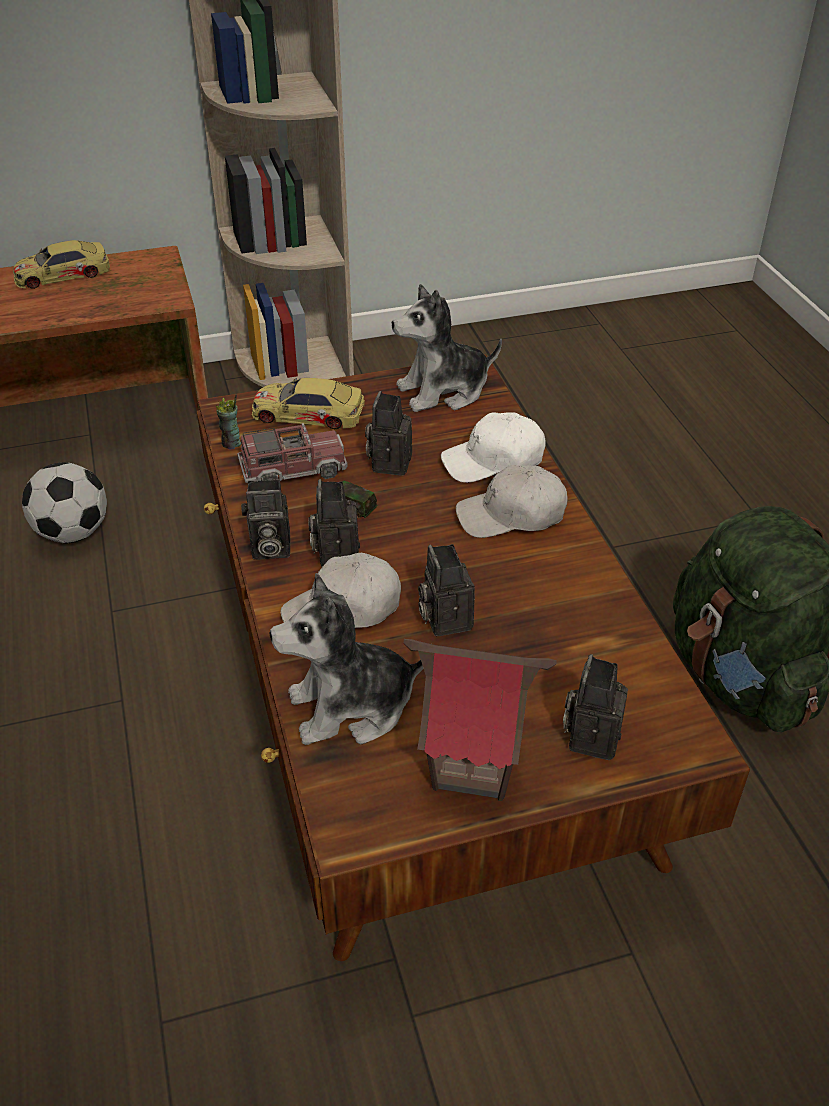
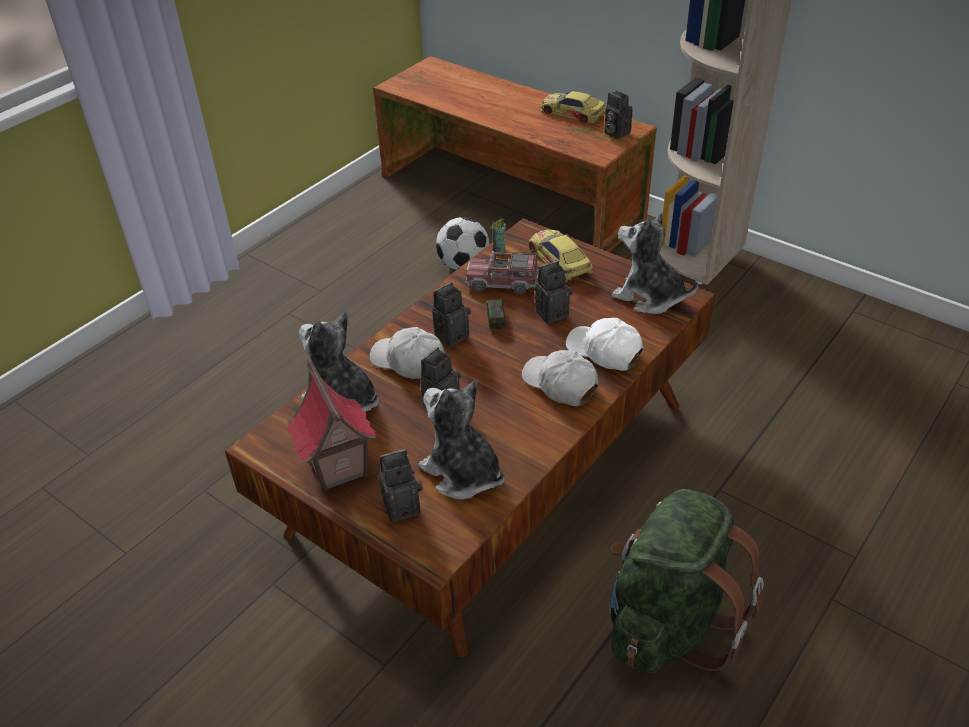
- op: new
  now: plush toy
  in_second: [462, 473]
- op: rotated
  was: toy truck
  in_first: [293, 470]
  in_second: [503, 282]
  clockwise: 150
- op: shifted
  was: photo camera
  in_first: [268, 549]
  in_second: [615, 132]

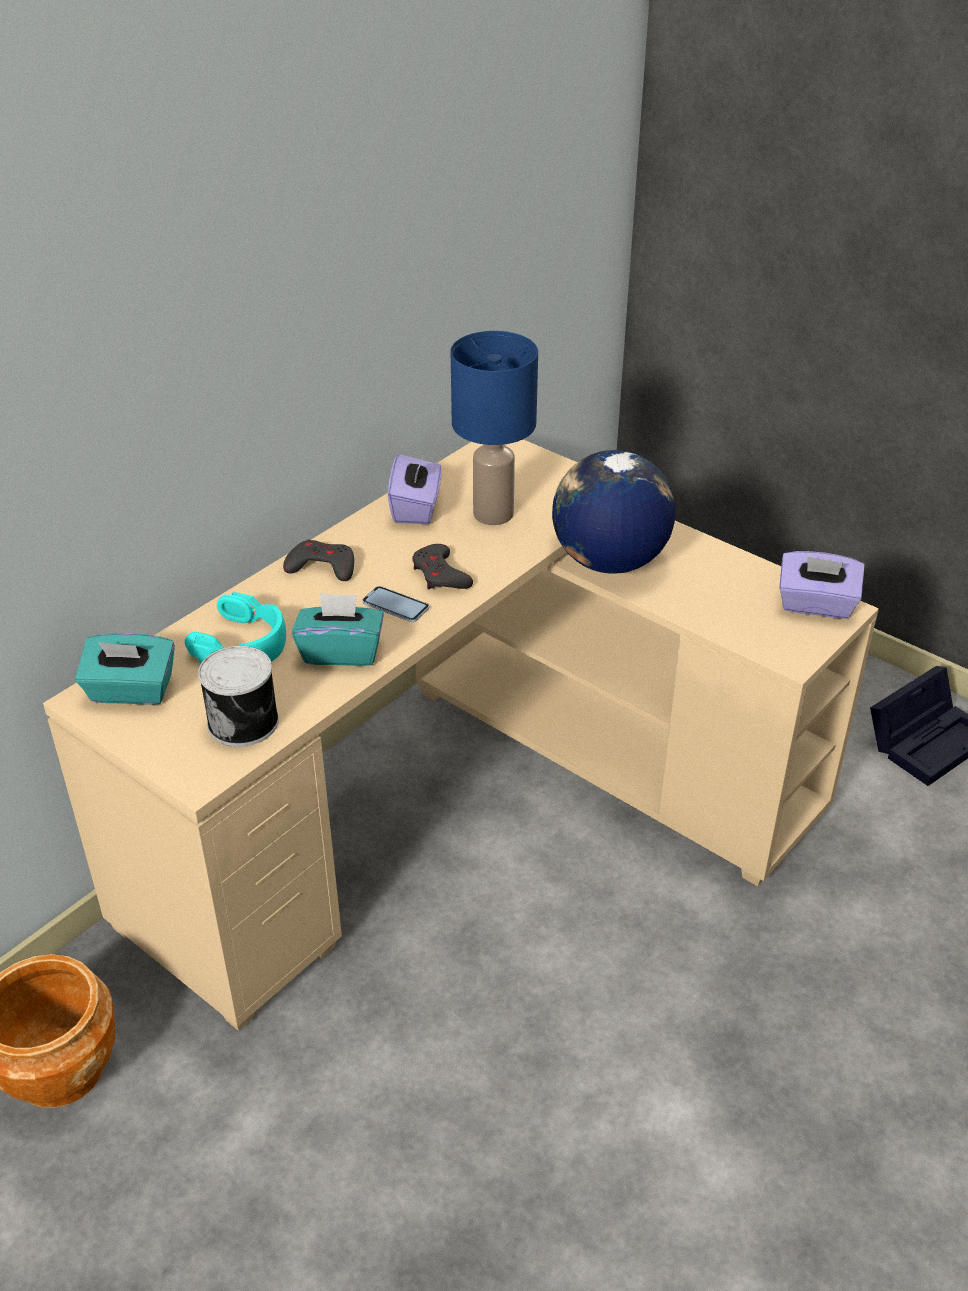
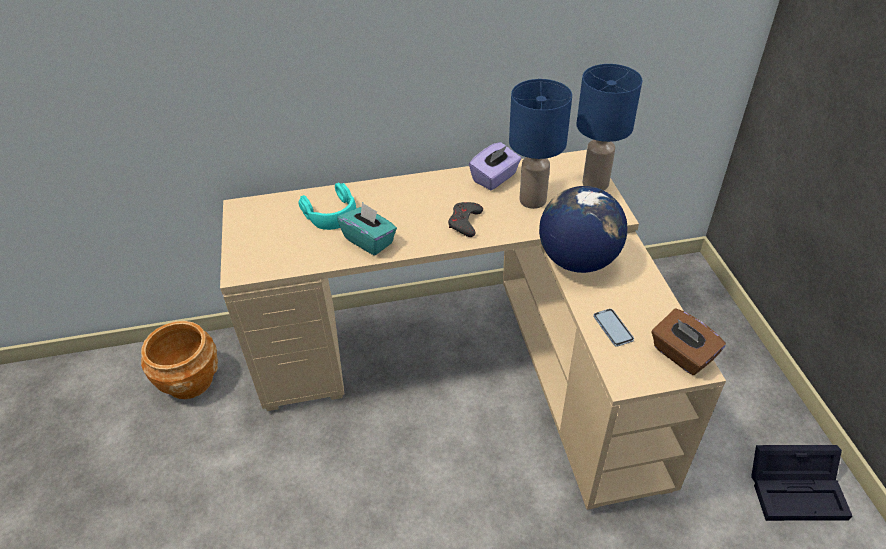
- op: new
  now: table lamp in blue
  in_second: [596, 183]
- op: shifted
  was: phone
  in_first: [395, 606]
  in_second: [613, 328]
- op: repainted
  was: tissue box in purple
  now: tissue box in brown
  in_first: [816, 605]
  in_second: [681, 355]
- op: gone
  was: tissue box in turquoise
  in_first: [131, 691]
- op: gone
  was: can
  in_first: [245, 721]
- op: gone
  was: game controller in grey
  in_first: [322, 566]

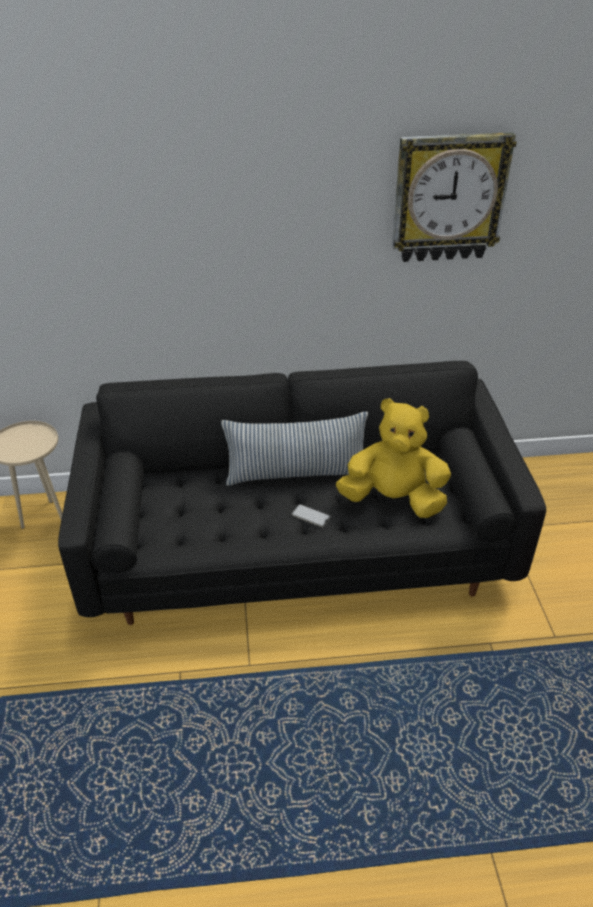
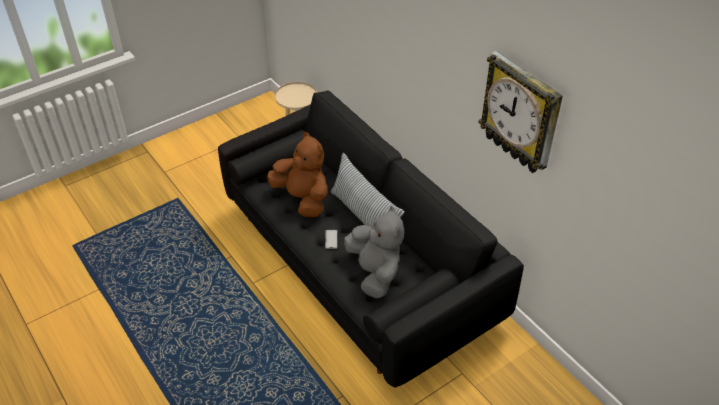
- op: new
  now: plush toy in brown
  in_second: [302, 199]
- op: repainted
  was: plush toy in yellow
  now: plush toy in grey
  in_first: [393, 500]
  in_second: [375, 273]

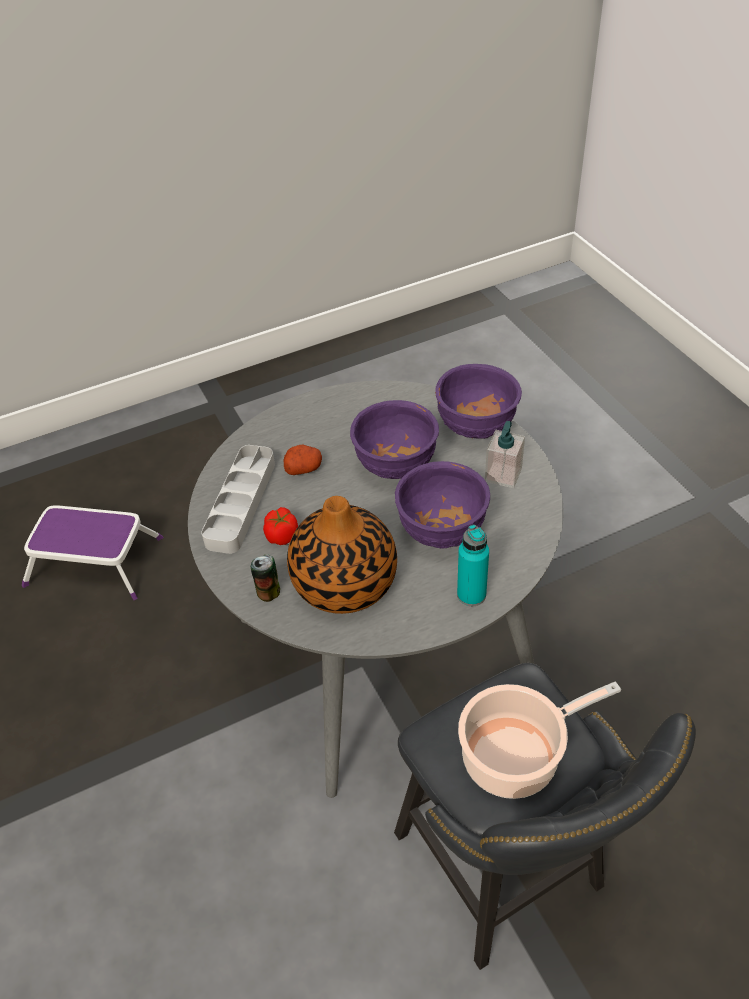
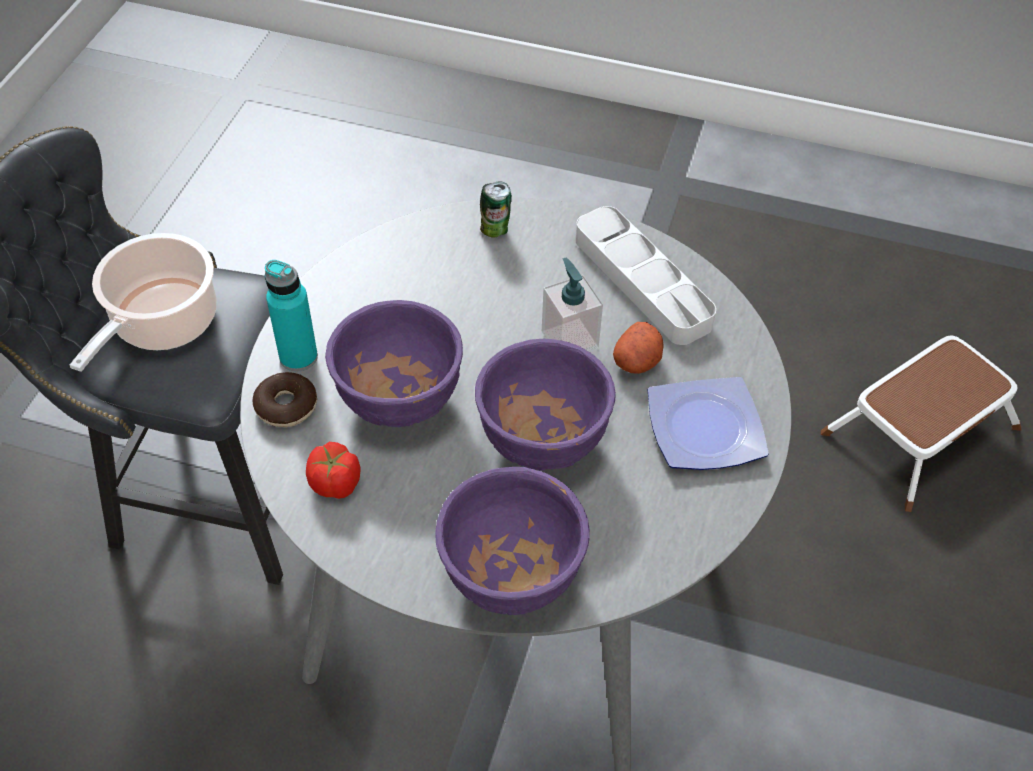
- op: new
  now: donut
  in_second: [286, 406]
- op: shifted
  was: tomato
  in_first: [282, 535]
  in_second: [335, 483]
- op: shifted
  was: soap dispenser
  in_first: [503, 475]
  in_second: [569, 339]
- op: new
  now: plate
  in_second: [702, 427]
- op: repainted
  was: step ladder in purple
  now: step ladder in brown
  in_first: [94, 560]
  in_second: [921, 431]
- op: gone
  was: vase
  in_first: [345, 582]

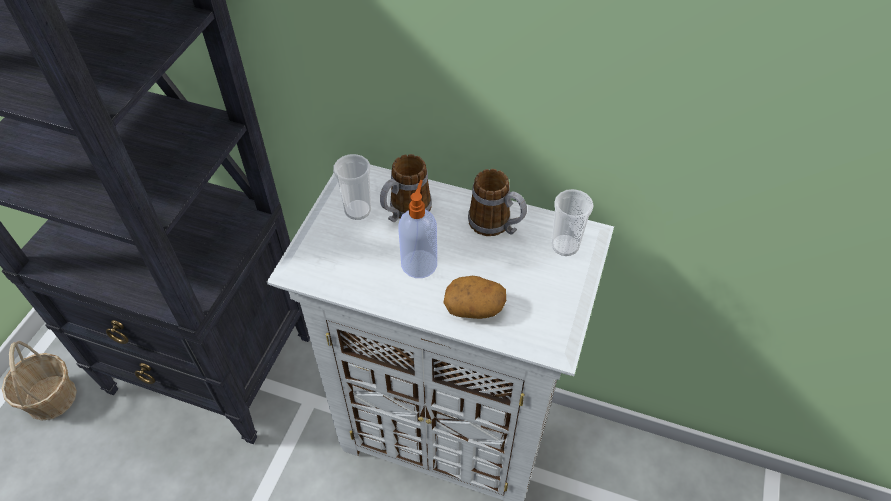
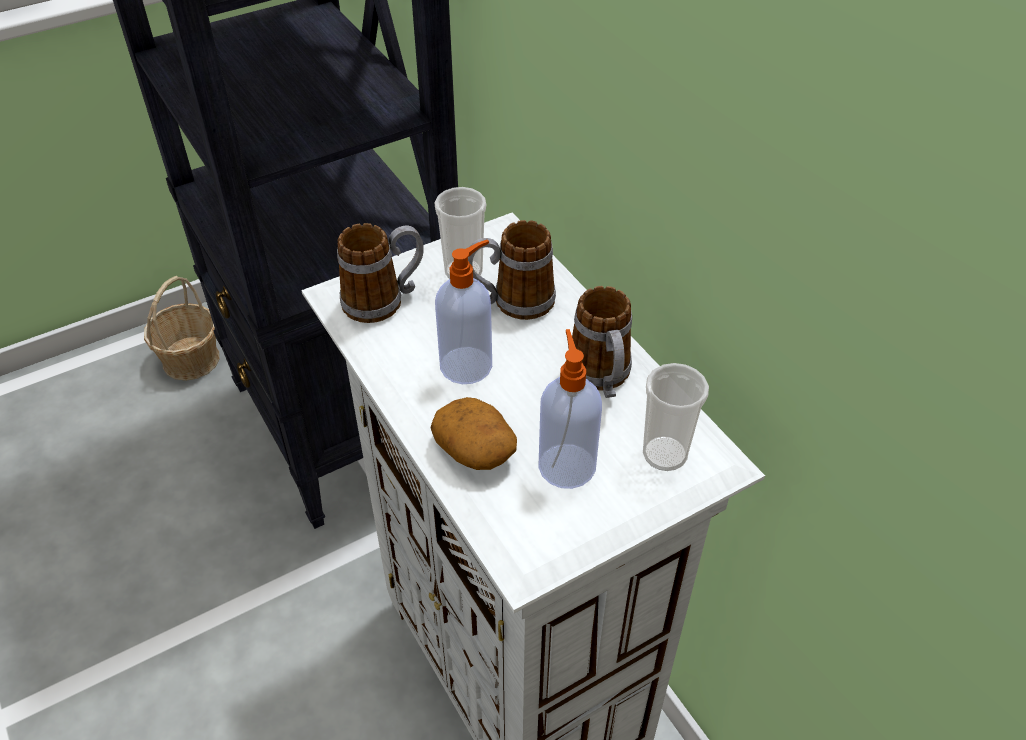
- op: new
  now: mug
  in_second: [384, 300]
- op: new
  now: soap dispenser
  in_second: [566, 464]

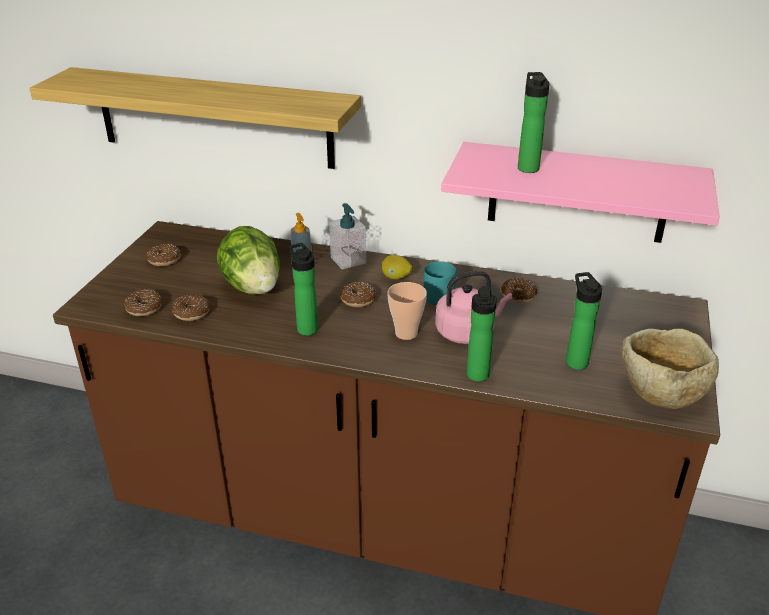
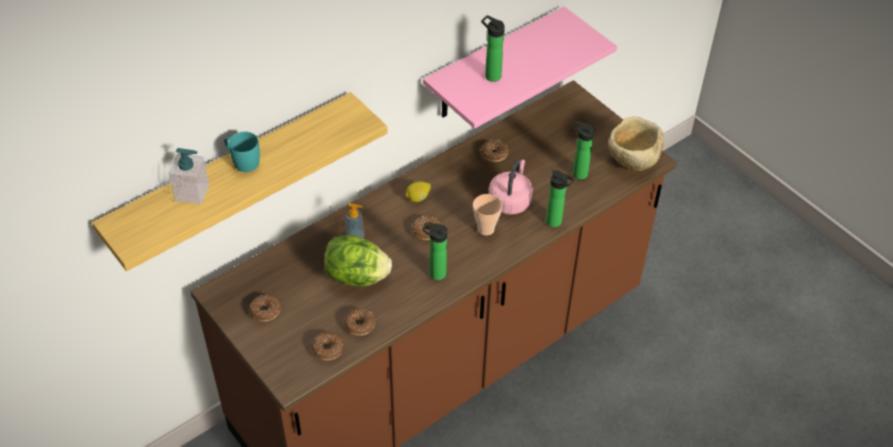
- op: shifted
  was: soap dispenser
  in_first: [348, 260]
  in_second: [192, 193]
- op: shifted
  was: mug in turquoise
  in_first: [438, 295]
  in_second: [242, 161]

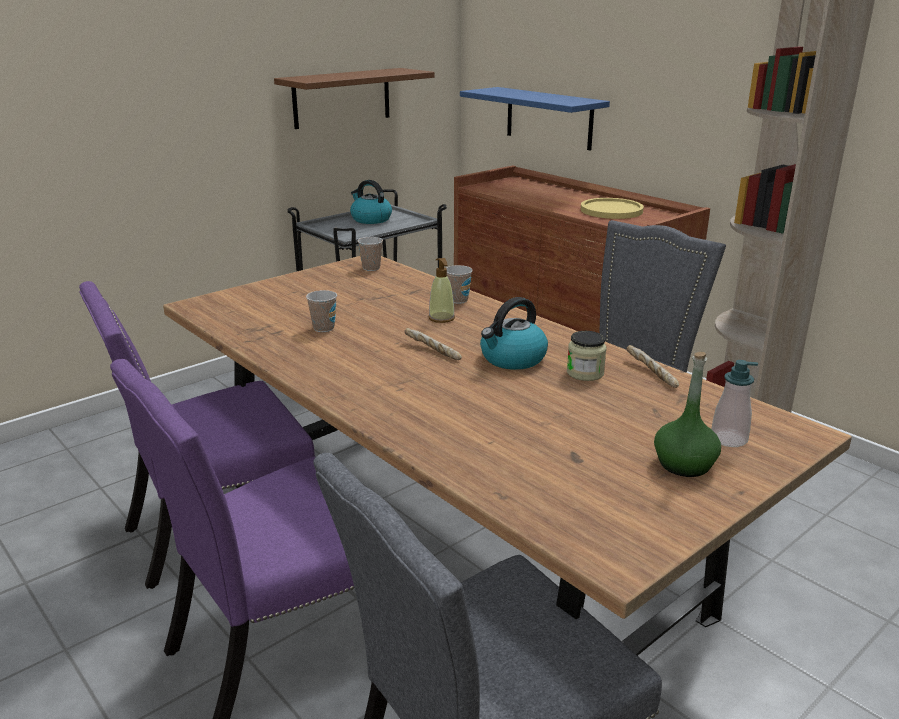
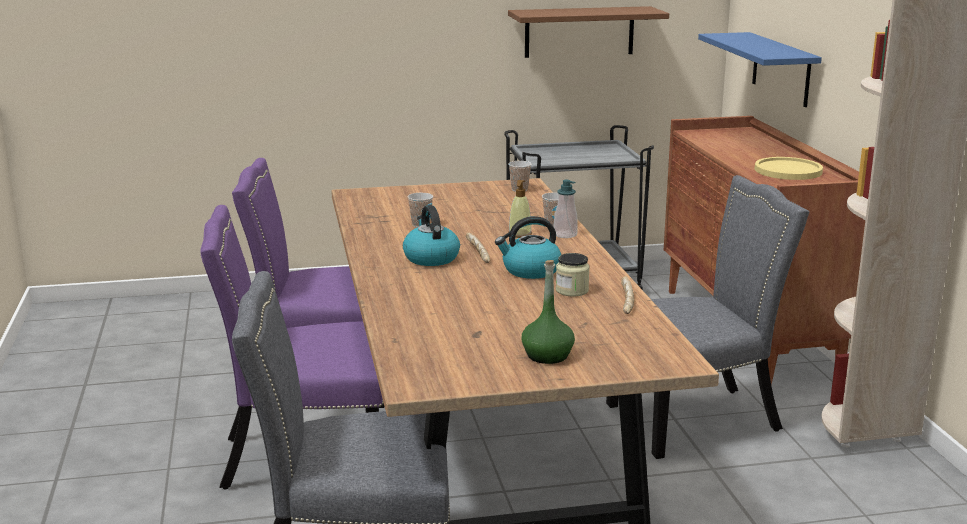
- op: shifted
  was: kettle
  in_first: [370, 219]
  in_second: [430, 258]
- op: shifted
  was: soap dispenser
  in_first: [728, 439]
  in_second: [565, 235]

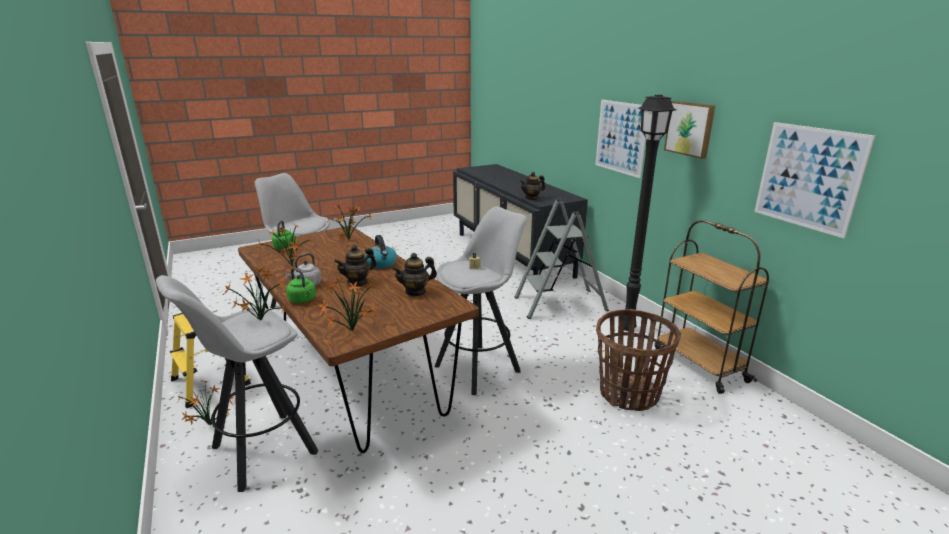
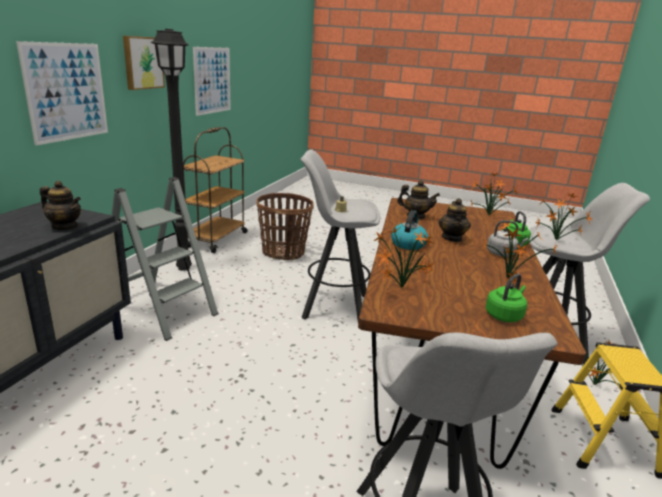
- op: rotated
  was: teapot
  in_first: [357, 282]
  in_second: [452, 238]
  clockwise: 90

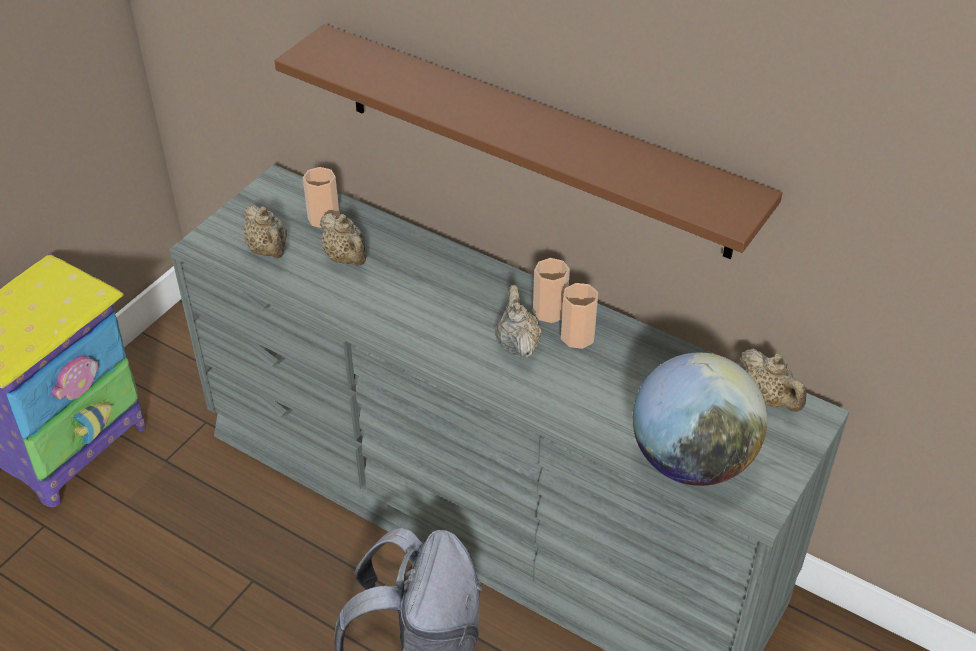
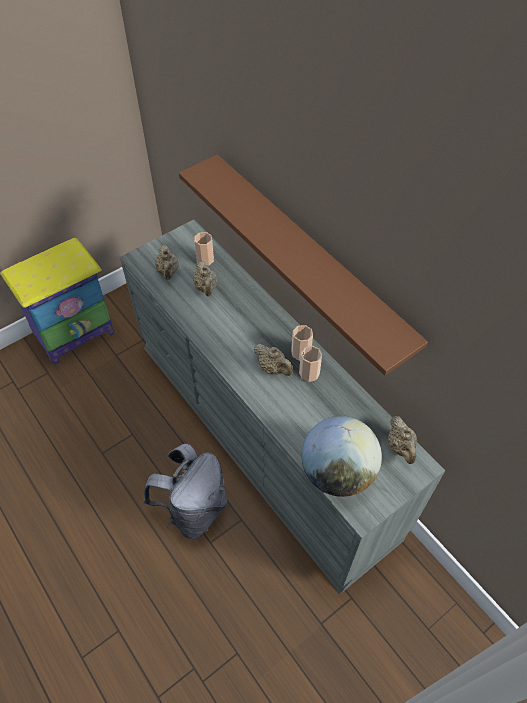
- op: rotated
  was: teapot in beige
  in_first: [517, 344]
  in_second: [273, 368]
  clockwise: 120

